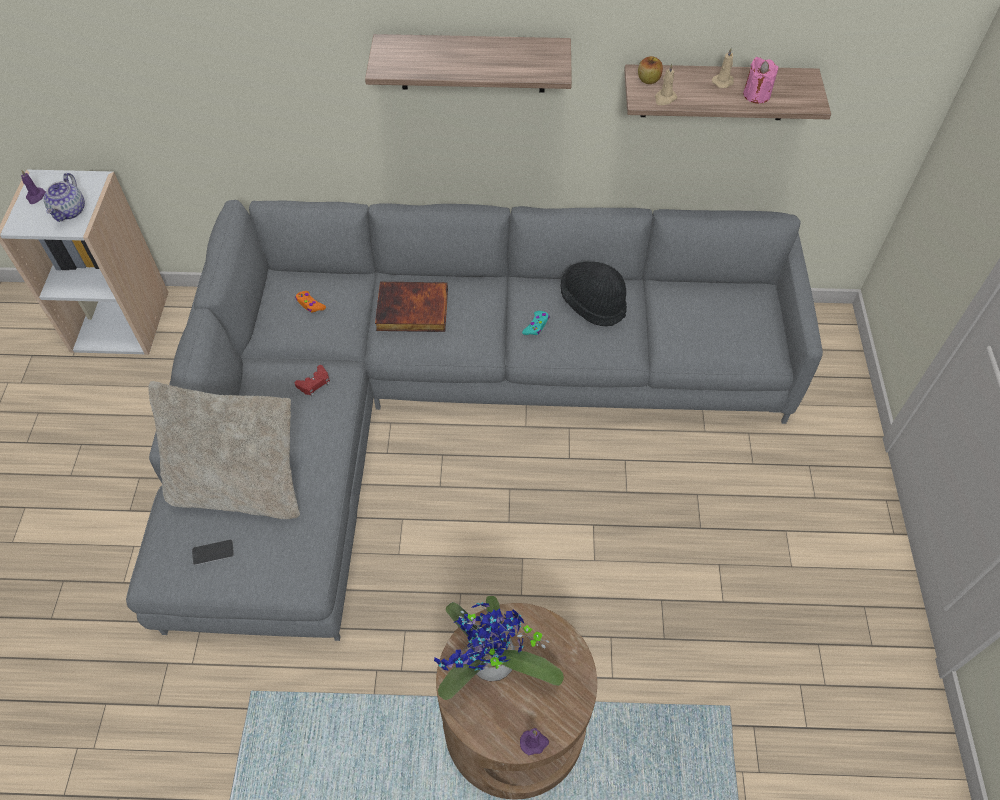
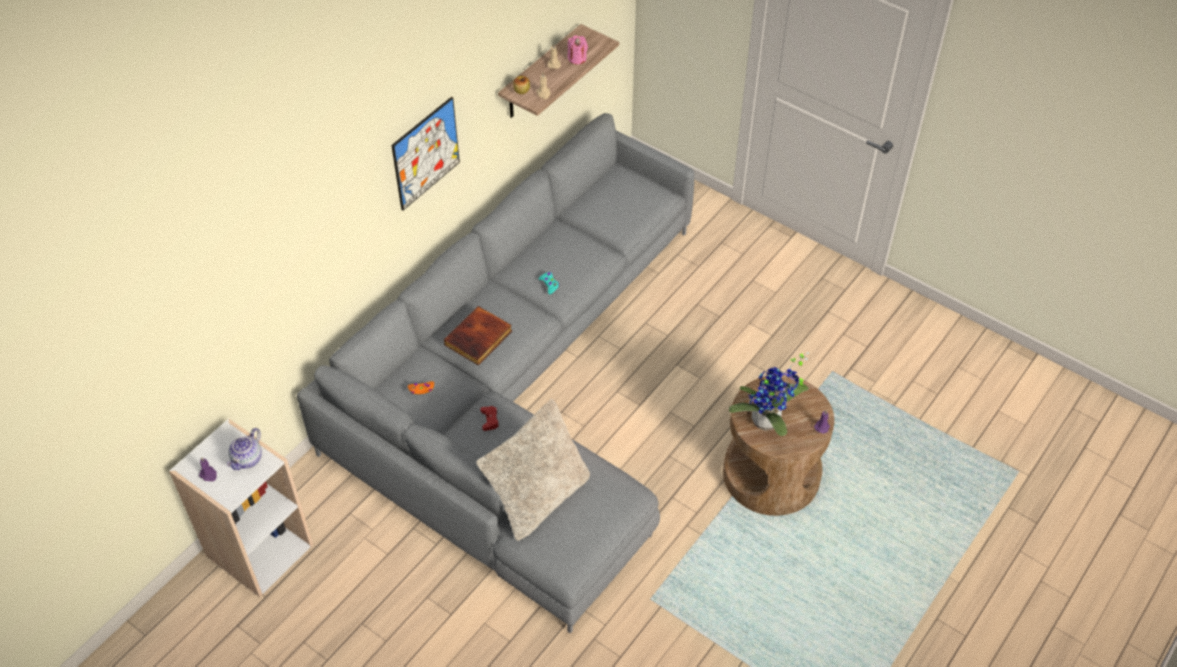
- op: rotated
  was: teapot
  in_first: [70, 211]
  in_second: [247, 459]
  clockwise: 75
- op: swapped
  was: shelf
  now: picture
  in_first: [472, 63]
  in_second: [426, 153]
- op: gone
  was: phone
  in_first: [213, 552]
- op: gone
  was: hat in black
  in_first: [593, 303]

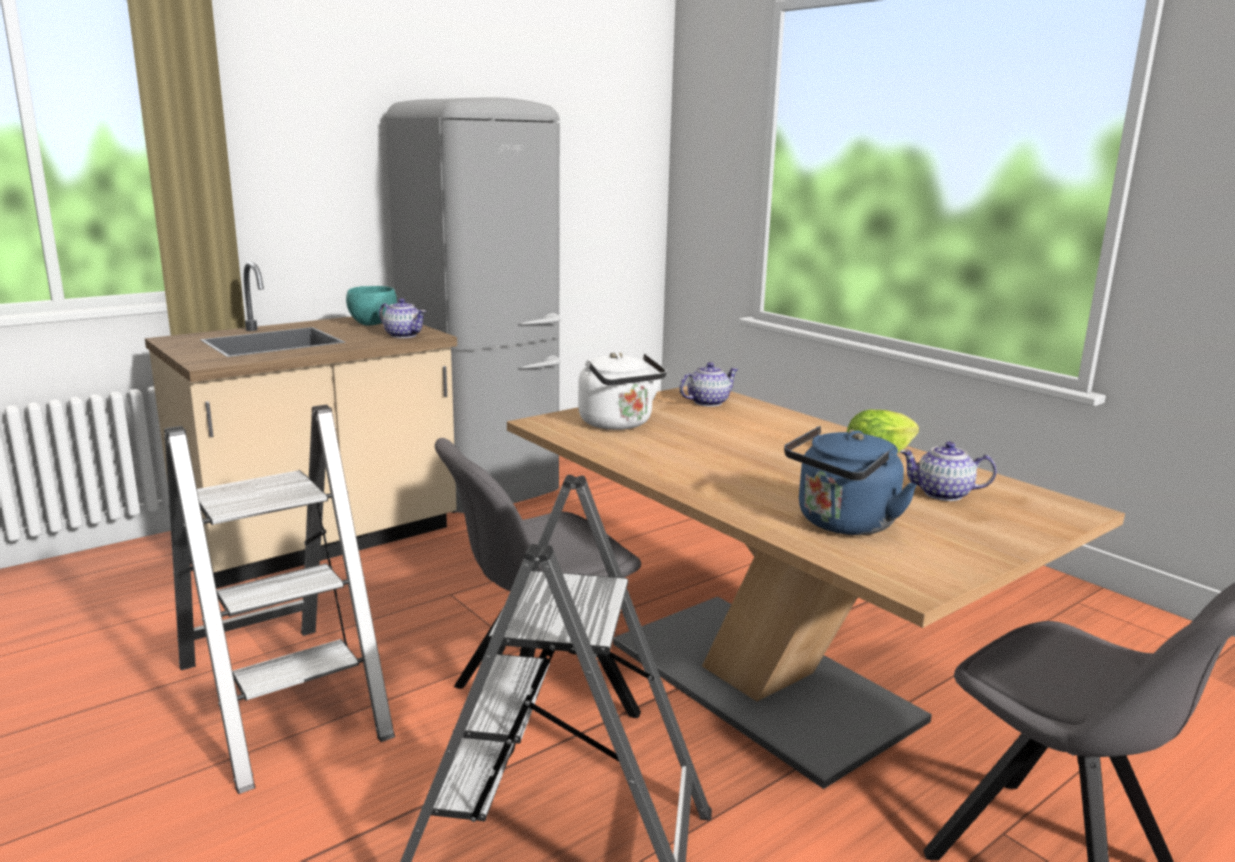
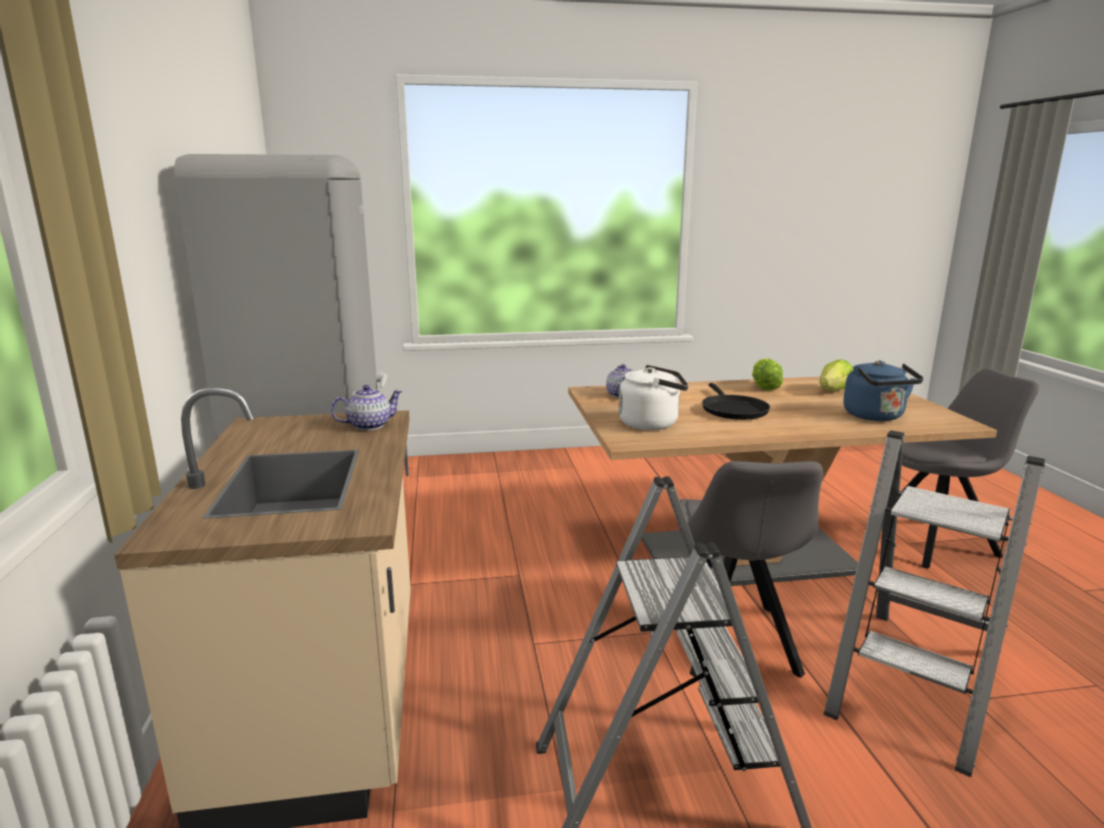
- op: new
  now: frying pan in black
  in_second: [732, 410]
- op: swapped
  was: teapot
  now: lettuce
  in_first: [944, 494]
  in_second: [834, 391]
- op: gone
  was: bowl in turquoise
  in_first: [373, 324]

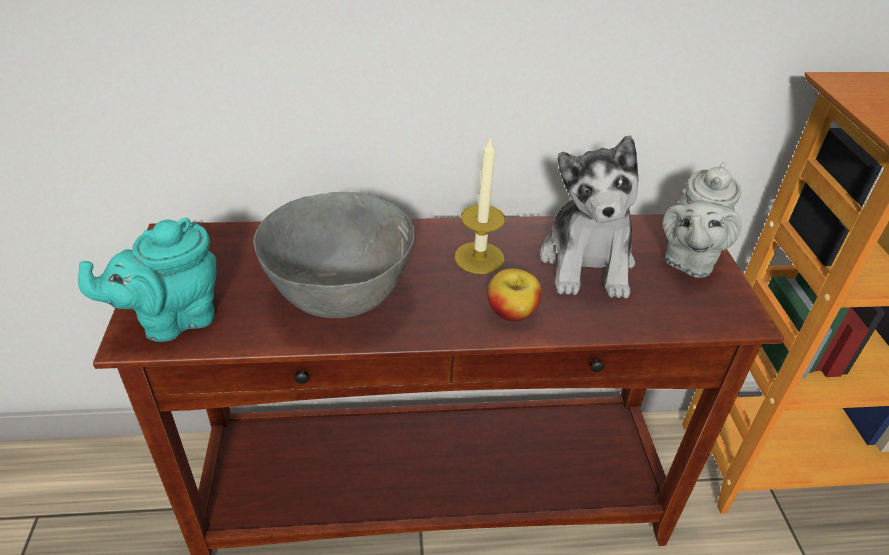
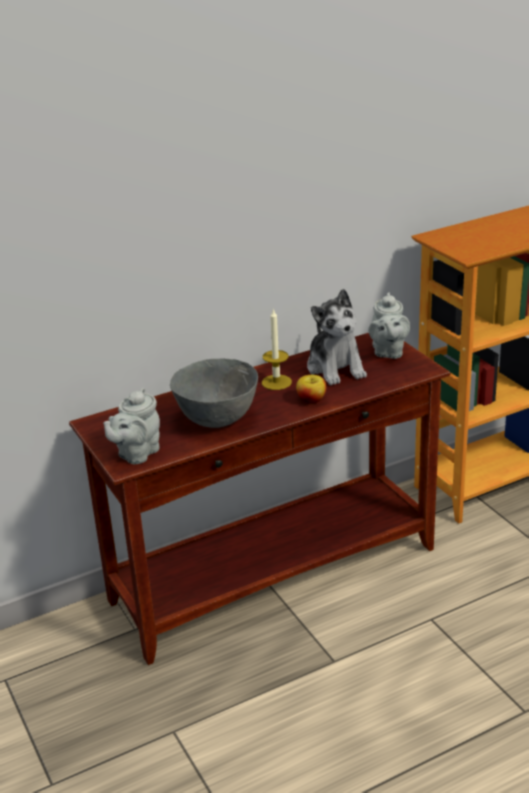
- op: repainted
  was: teapot in turquoise
  now: teapot in grey
  in_first: [172, 320]
  in_second: [136, 454]

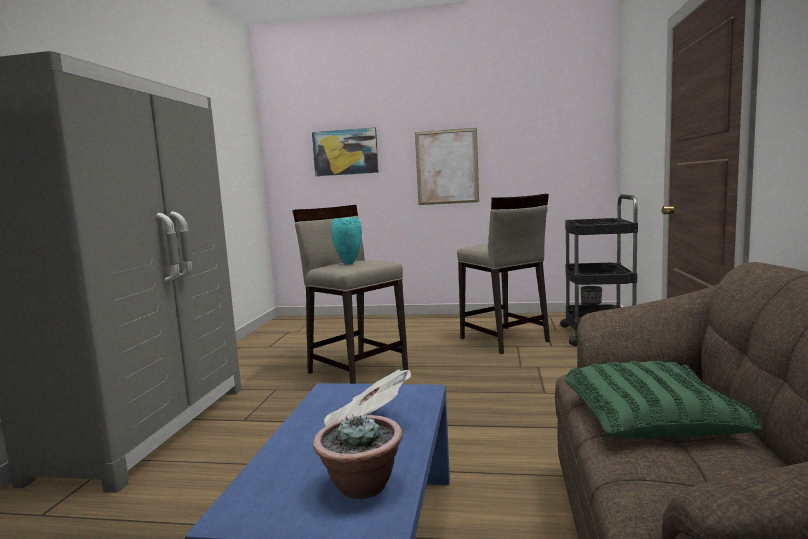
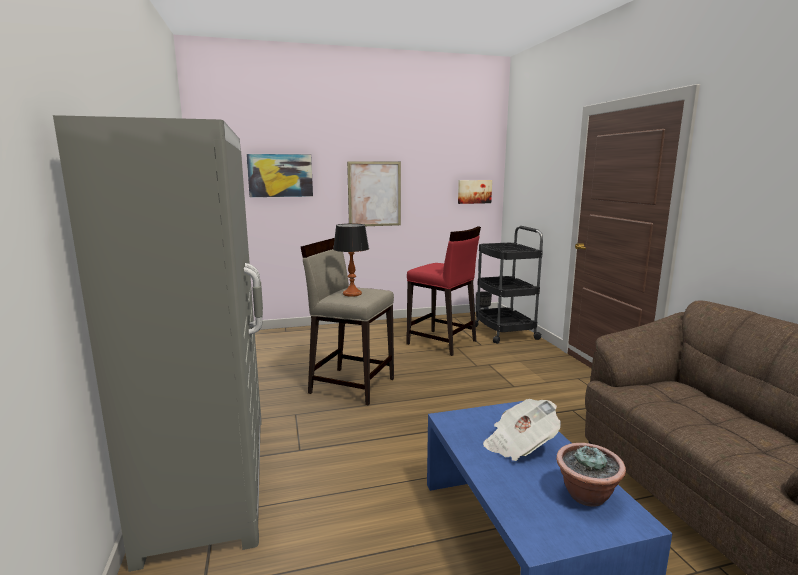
- op: swapped
  was: vase in turquoise
  now: table lamp
  in_first: [348, 263]
  in_second: [352, 294]
- op: repainted
  was: stool in beige
  now: stool in red
  in_first: [504, 340]
  in_second: [442, 343]
- op: new
  now: picture
  in_second: [474, 191]
- op: gone
  was: pillow in green
  in_first: [651, 418]

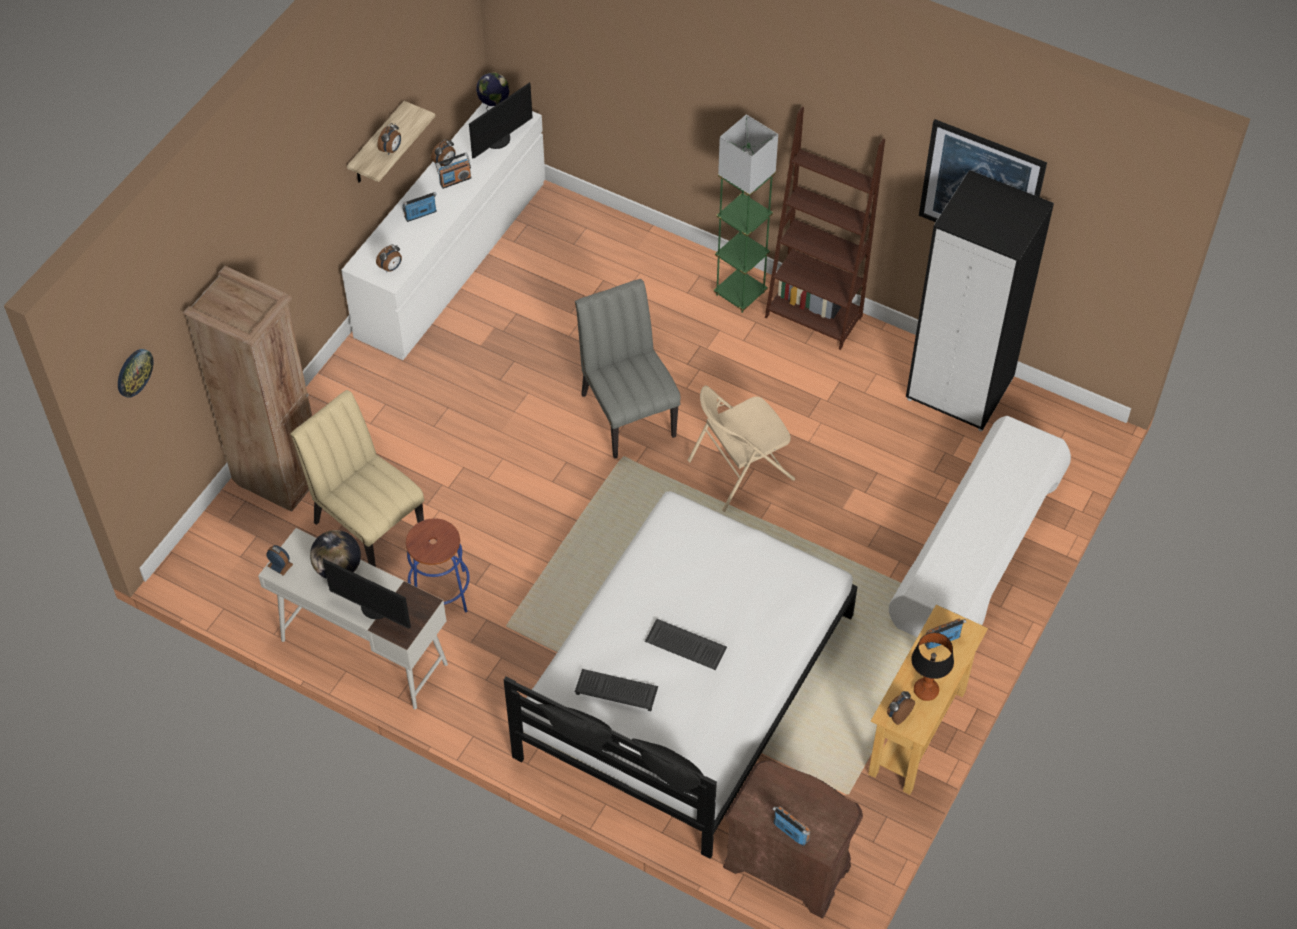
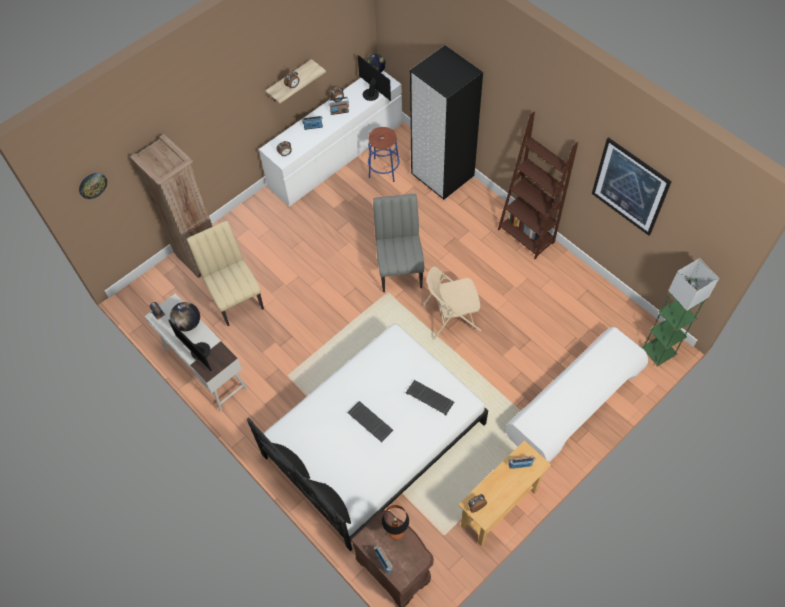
- op: rotated
  was: monitor
  in_first: [498, 140]
  in_second: [372, 93]
  clockwise: -105
- op: shifted
  was: stool in blue
  in_first: [440, 592]
  in_second: [384, 170]
- op: shifted
  was: table lamp
  in_first: [925, 691]
  in_second: [396, 532]
- op: shifted
  was: keyboard
  in_first: [617, 690]
  in_second: [430, 397]
- op: shifted
  was: wardrobe
  in_first: [960, 391]
  in_second: [443, 177]
- op: shifted
  was: floor lamp in green
  in_first: [740, 293]
  in_second: [658, 352]

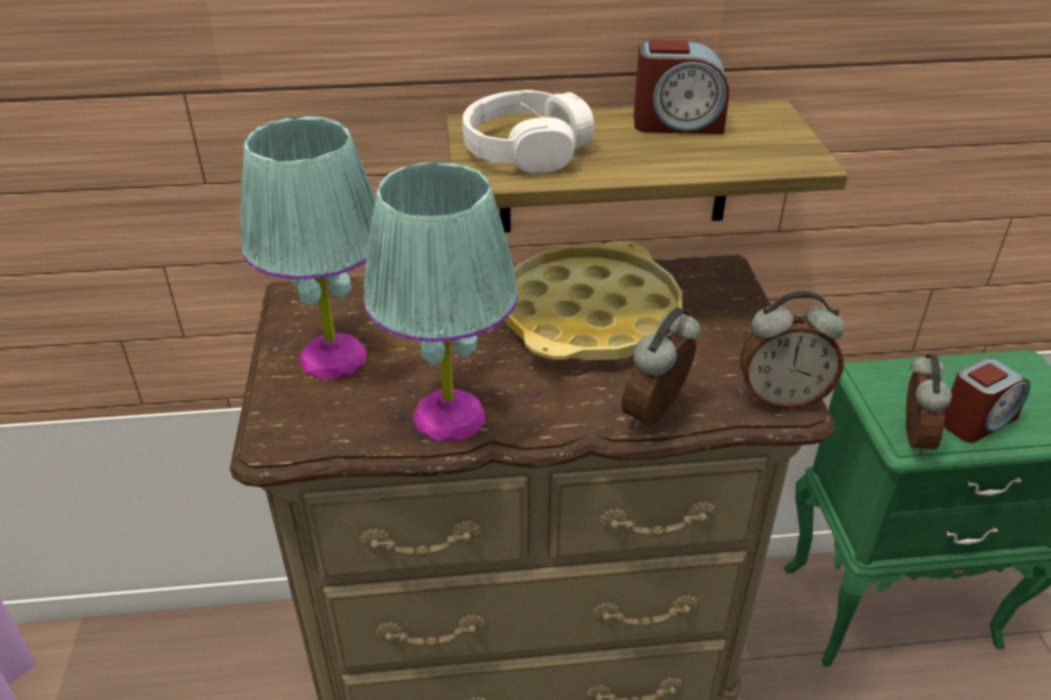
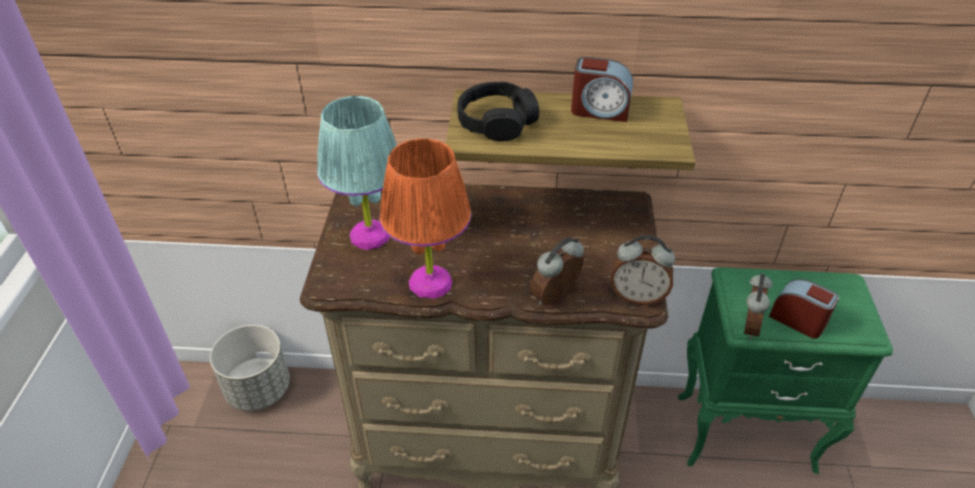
- op: new
  now: planter in grey
  in_second: [259, 389]
- op: repainted
  was: table lamp in turquoise
  now: table lamp in orange
  in_first: [450, 416]
  in_second: [431, 282]
- op: repainted
  was: headphones in white
  now: headphones in black
  in_first: [526, 149]
  in_second: [497, 121]
- op: rotated
  was: alarm clock
  in_first: [977, 420]
  in_second: [798, 320]
  clockwise: -120
- op: gone
  was: tray in yellow
  in_first: [590, 316]

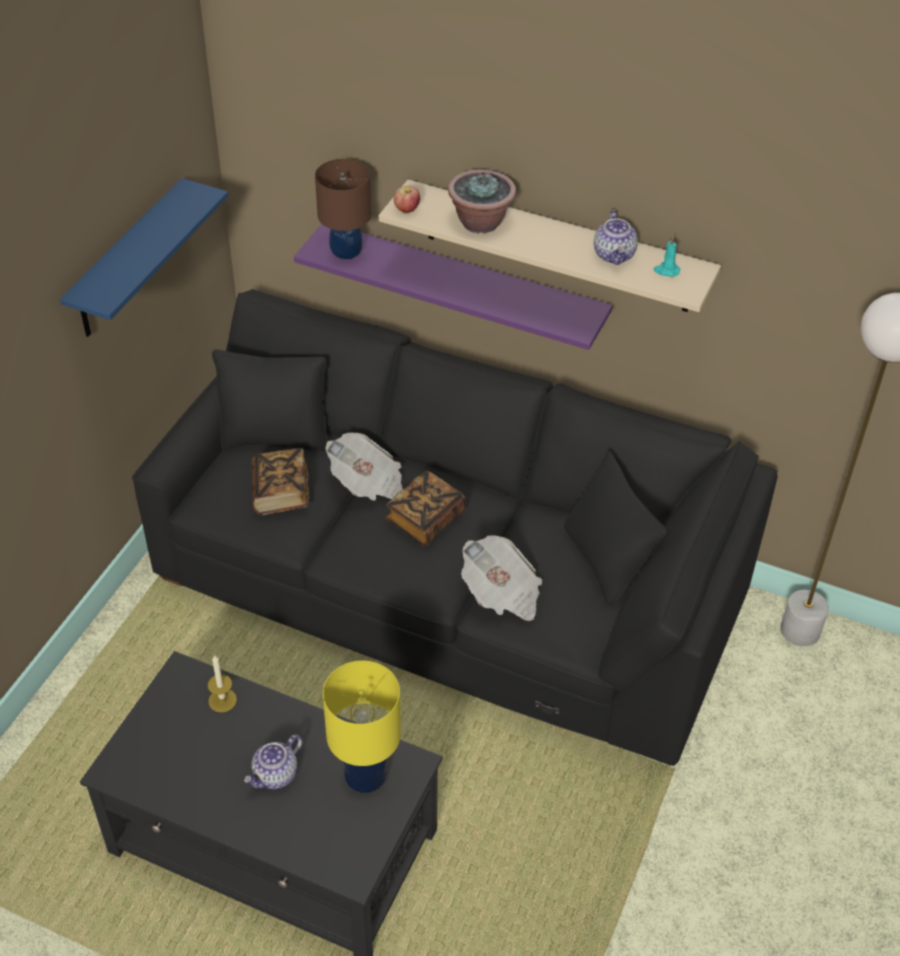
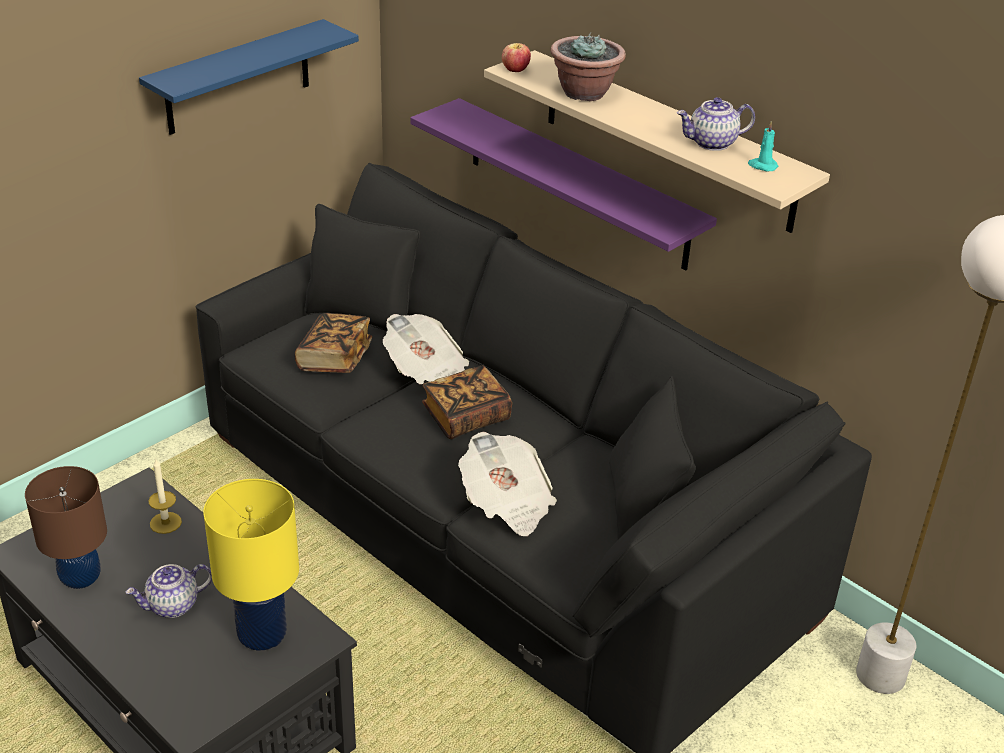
- op: shifted
  was: table lamp in brown
  in_first: [344, 253]
  in_second: [79, 578]
- op: rotated
  was: teapot
  in_first: [614, 255]
  in_second: [712, 143]
  clockwise: 60

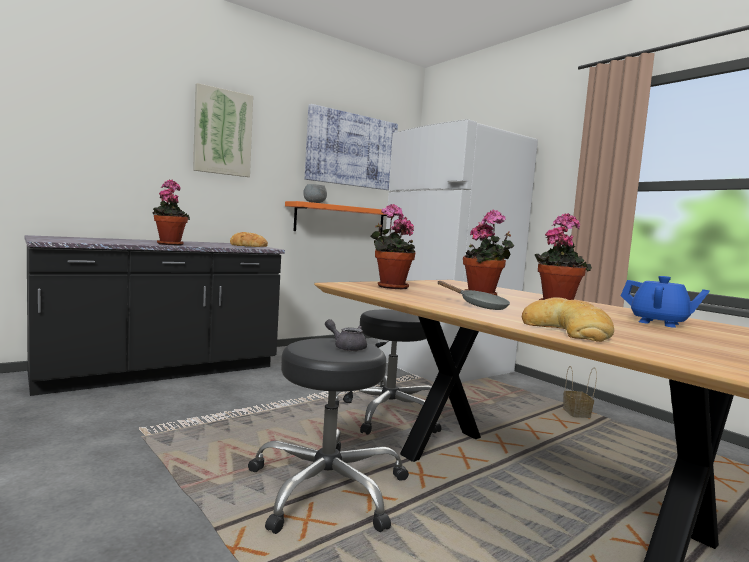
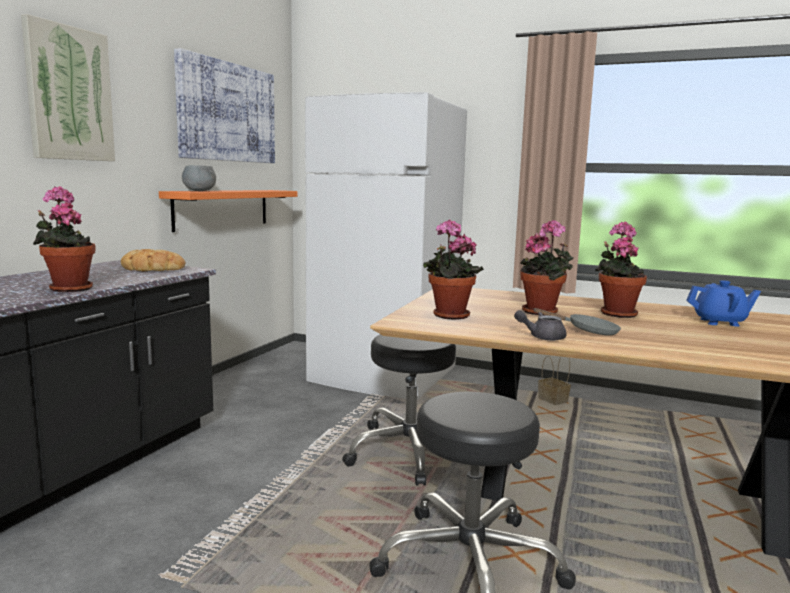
- op: shifted
  was: teapot in grey
  in_first: [346, 347]
  in_second: [541, 337]
- op: gone
  was: bread
  in_first: [567, 330]

